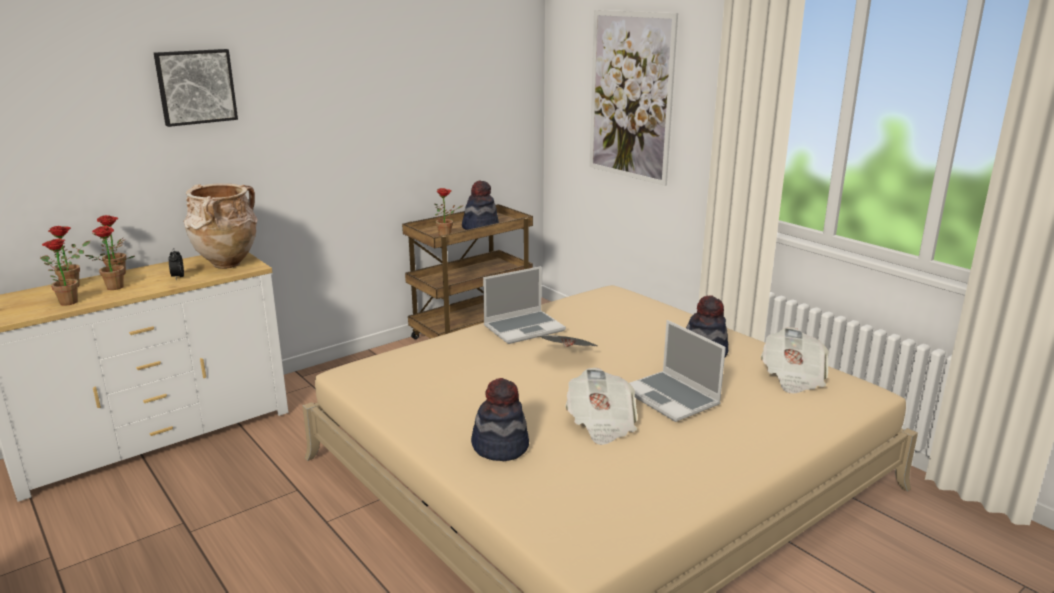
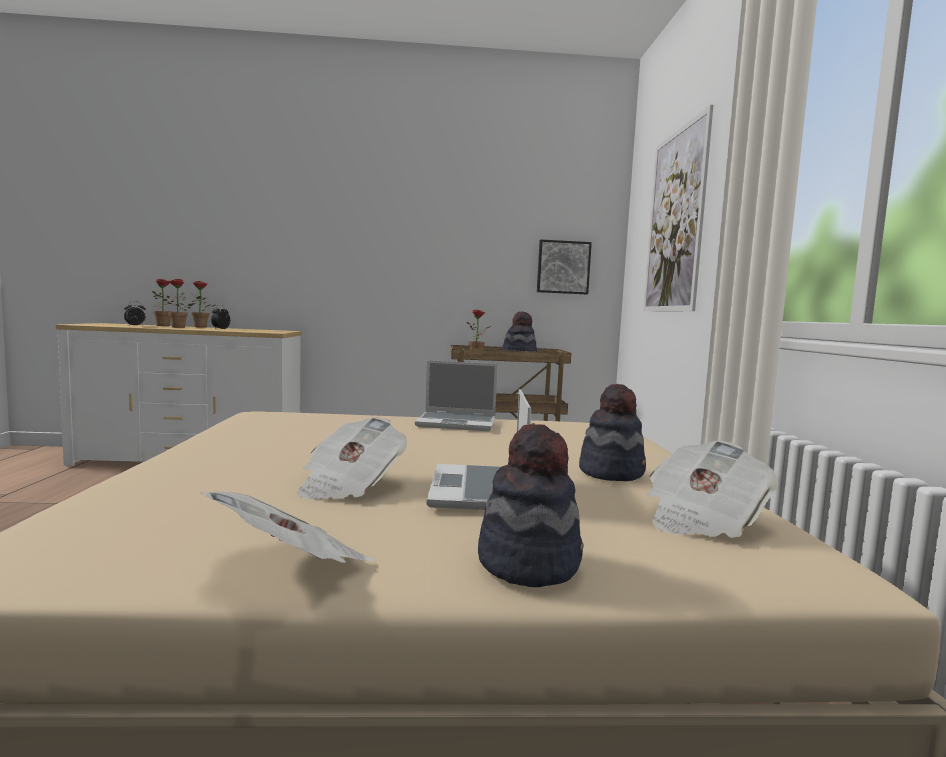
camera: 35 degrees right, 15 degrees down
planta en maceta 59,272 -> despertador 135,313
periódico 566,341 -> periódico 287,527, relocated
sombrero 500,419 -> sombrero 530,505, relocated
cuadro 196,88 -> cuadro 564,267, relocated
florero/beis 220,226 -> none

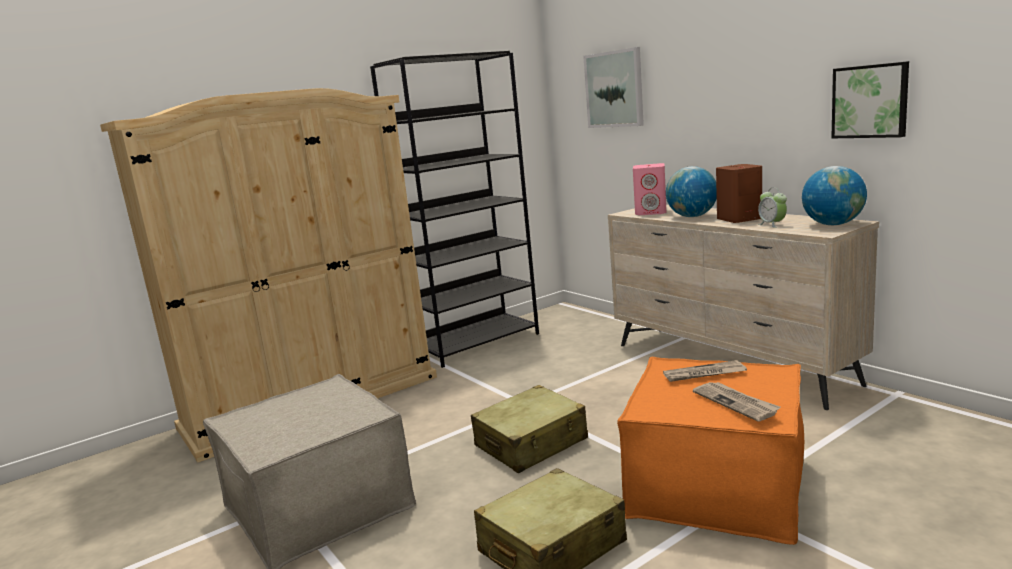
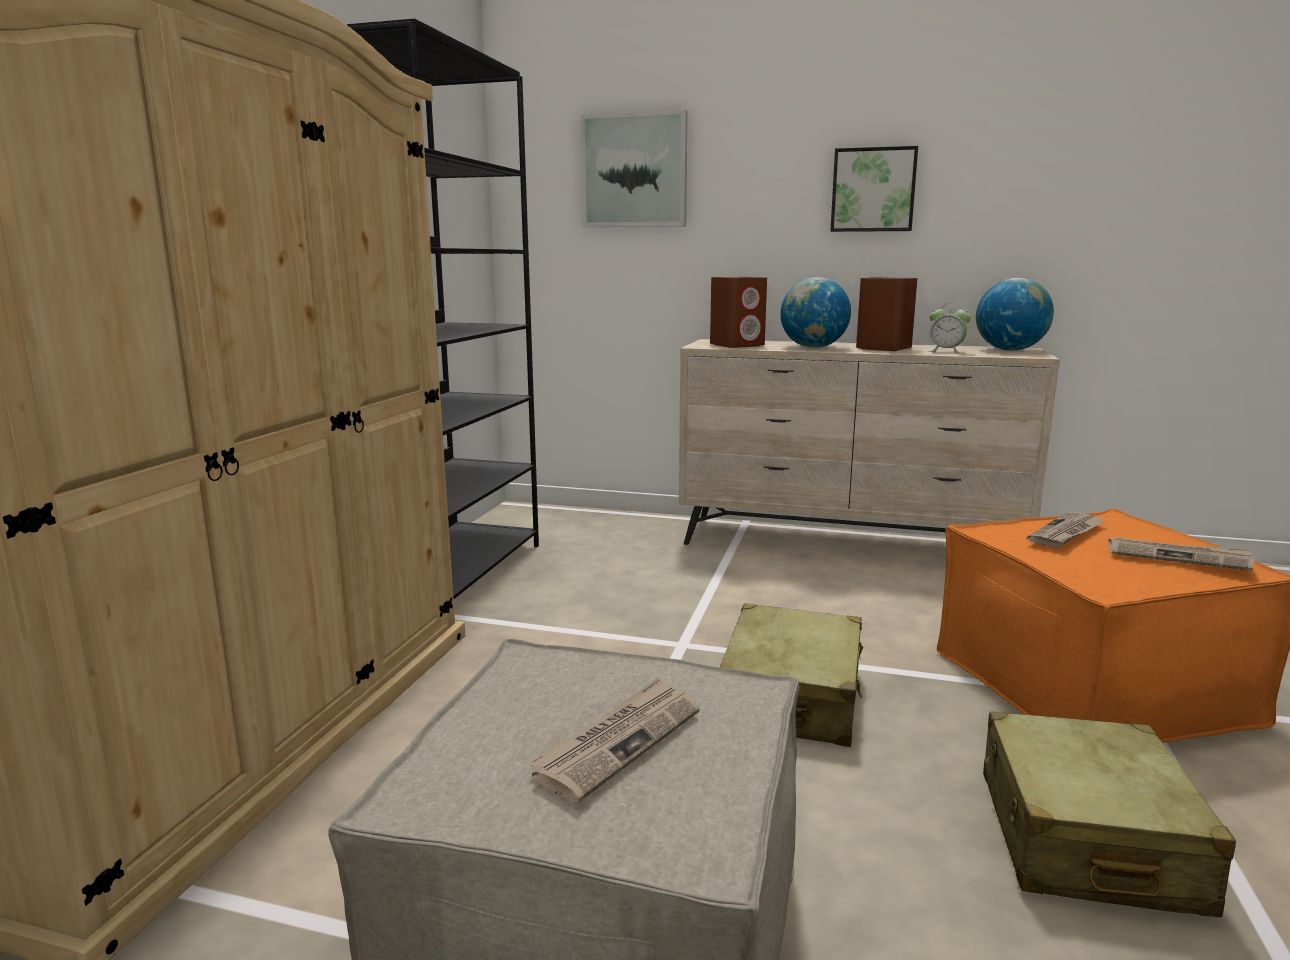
camera: 40 degrees left, 0 degrees up
none -> periódico 614,740
altavoz/rosa 649,189 -> altavoz/marrón 738,312
cuadro 870,99 -> cuadro 874,189, relocated

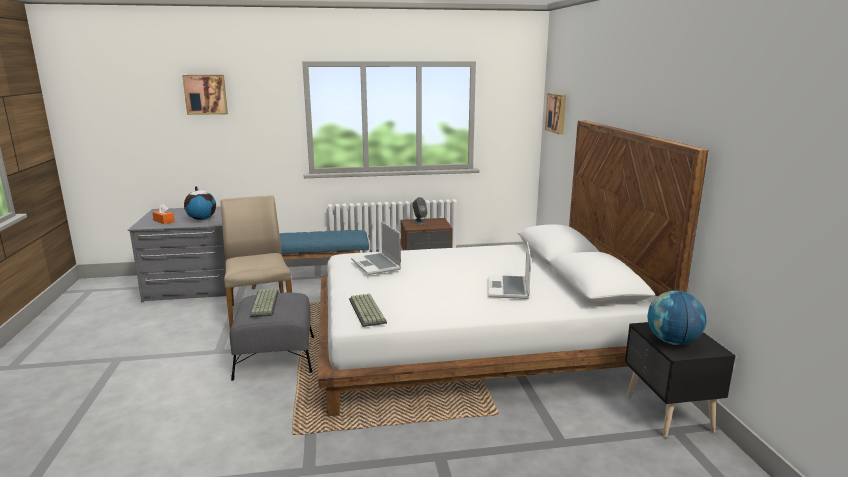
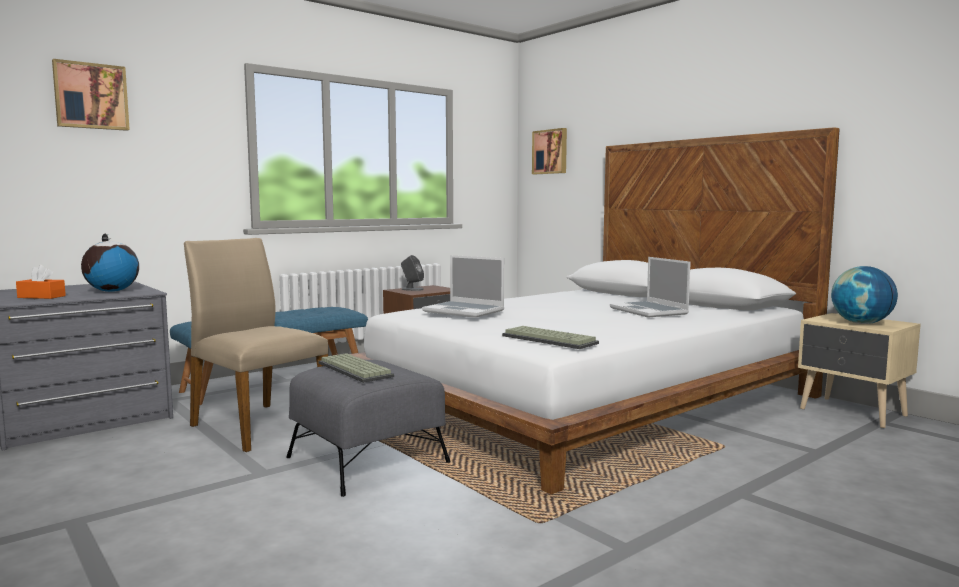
camera: 30 degrees left, 10 degrees down
mesita de noche/negro 680,380 -> mesita de noche/beis 859,370

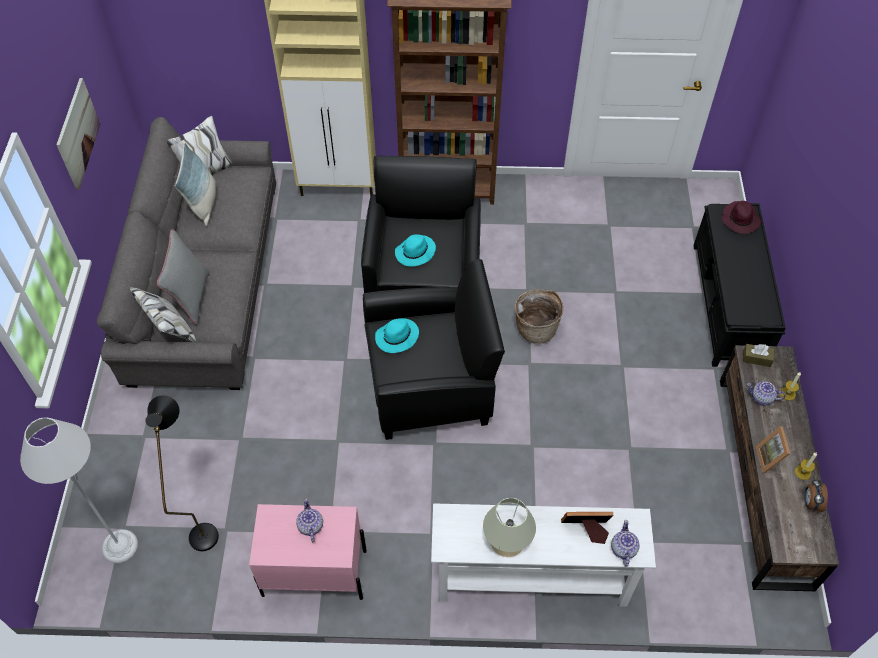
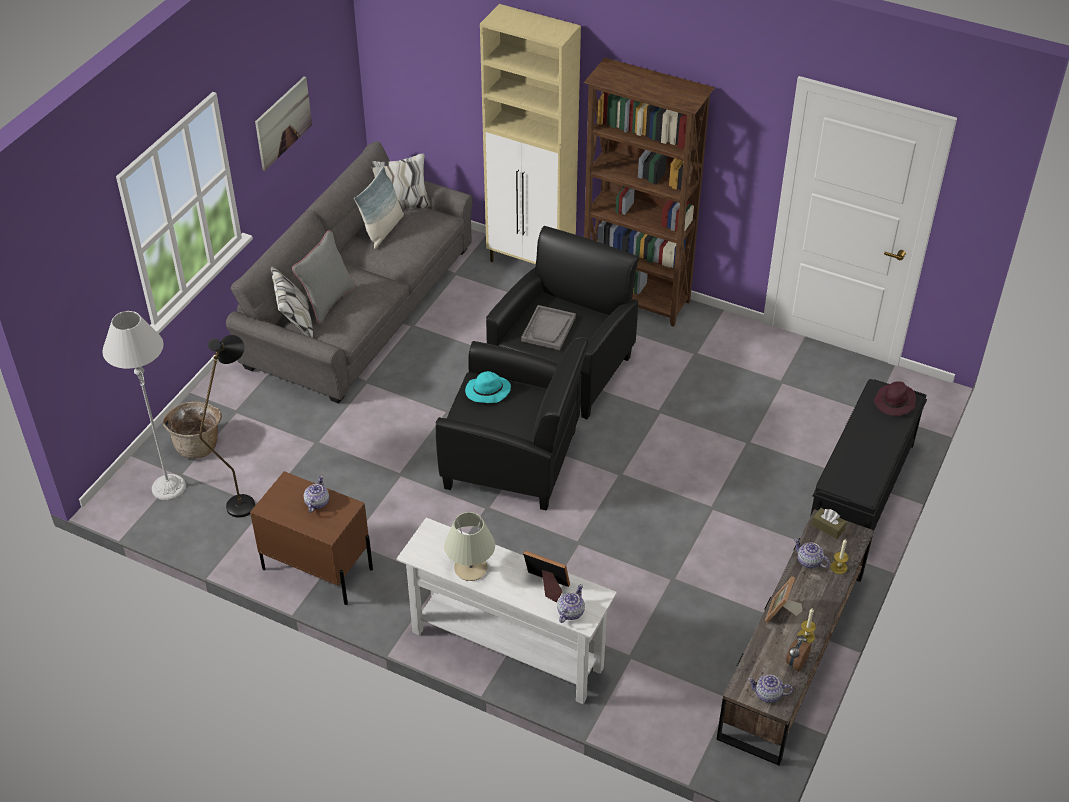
camera: 25 degrees right, 10 degrees down
cesta 539,316 -> cesta 192,430, relocated
mesita de noche/rosa 308,552 -> mesita de noche/marrón 311,538
sombrero/turquesa 415,250 -> bandeja/gris 548,327
none -> tetera 770,688

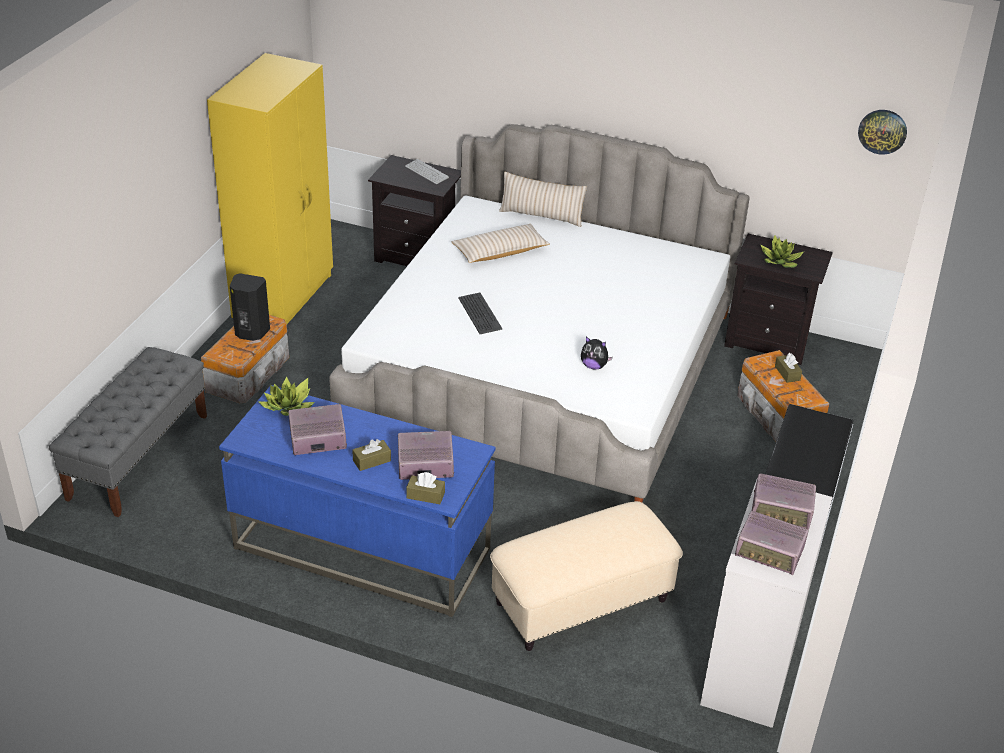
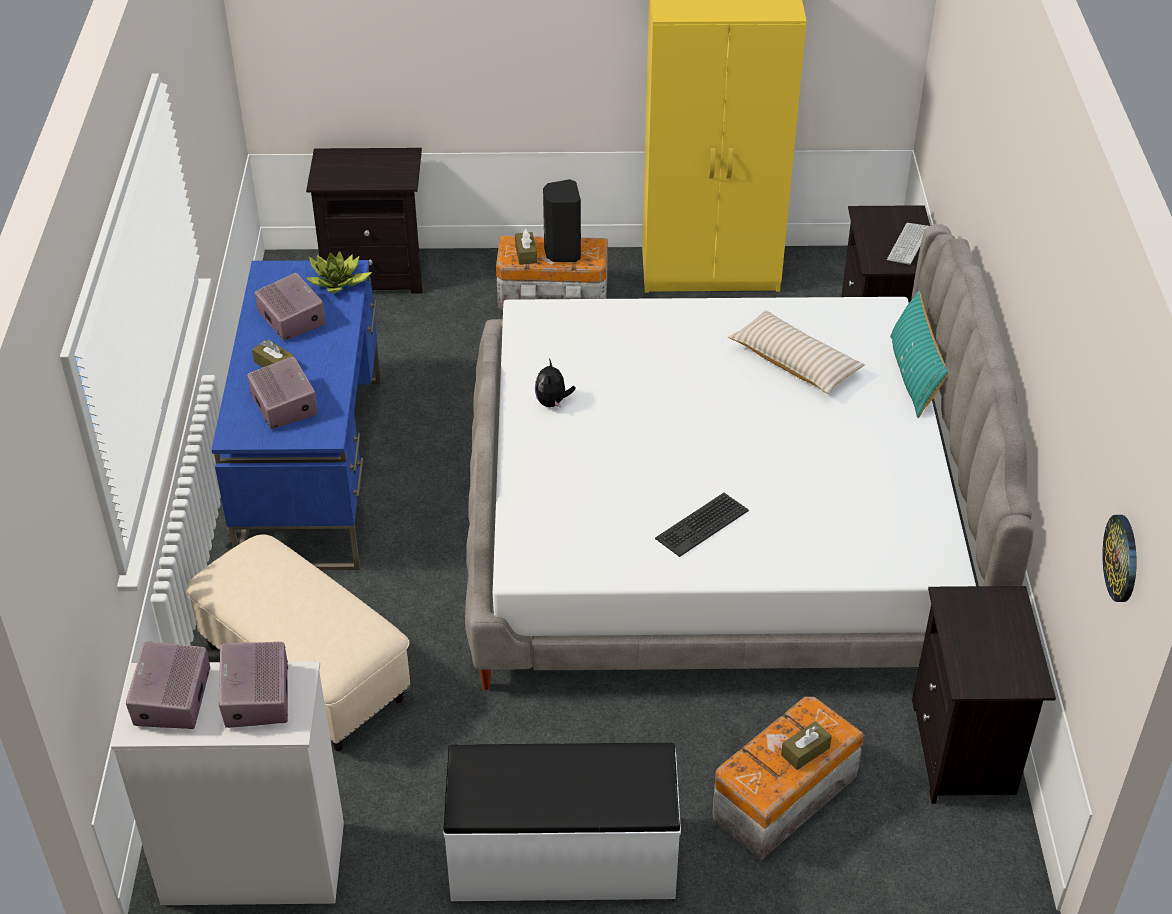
camera: 70 degrees right, 5 degrees up
banco/gris 128,432 -> mesita de noche/negro 364,221
caja de pañuelos/marrón 425,488 -> caja de pañuelos/marrón 526,247, relocated
peluche 597,353 -> peluche 555,383, relocated
teclado 480,313 -> teclado 702,525, relocated
cojín/beis 543,199 -> cojín/turquesa 919,354
planta en maceta 782,251 -> none

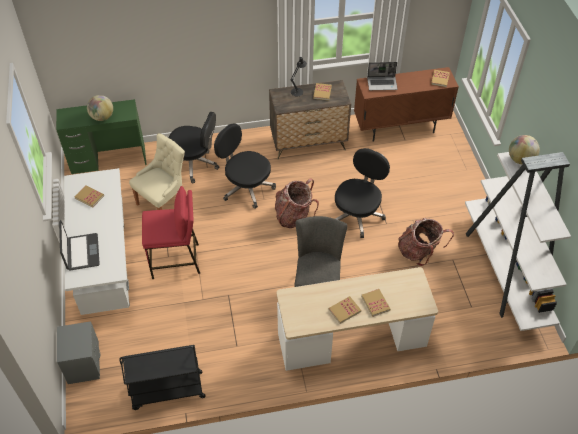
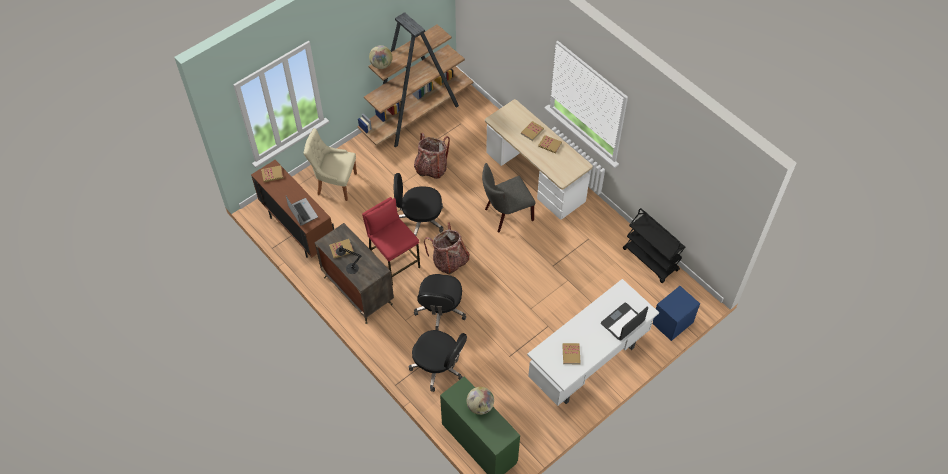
camera: 120 degrees left, 5 degrees up
silla/beis 157,171 -> silla/beis 330,164, relocated
estantería/blanco 518,241 -> estantería/marrón 415,79
taburete/rojo 171,232 -> taburete/rojo 391,241, relocated
silla de oficina/negro 194,147 -> silla de oficina/negro 438,361, 135 degrees clockwise
mesita de noche/gris 78,352 -> mesita de noche/azul 676,313

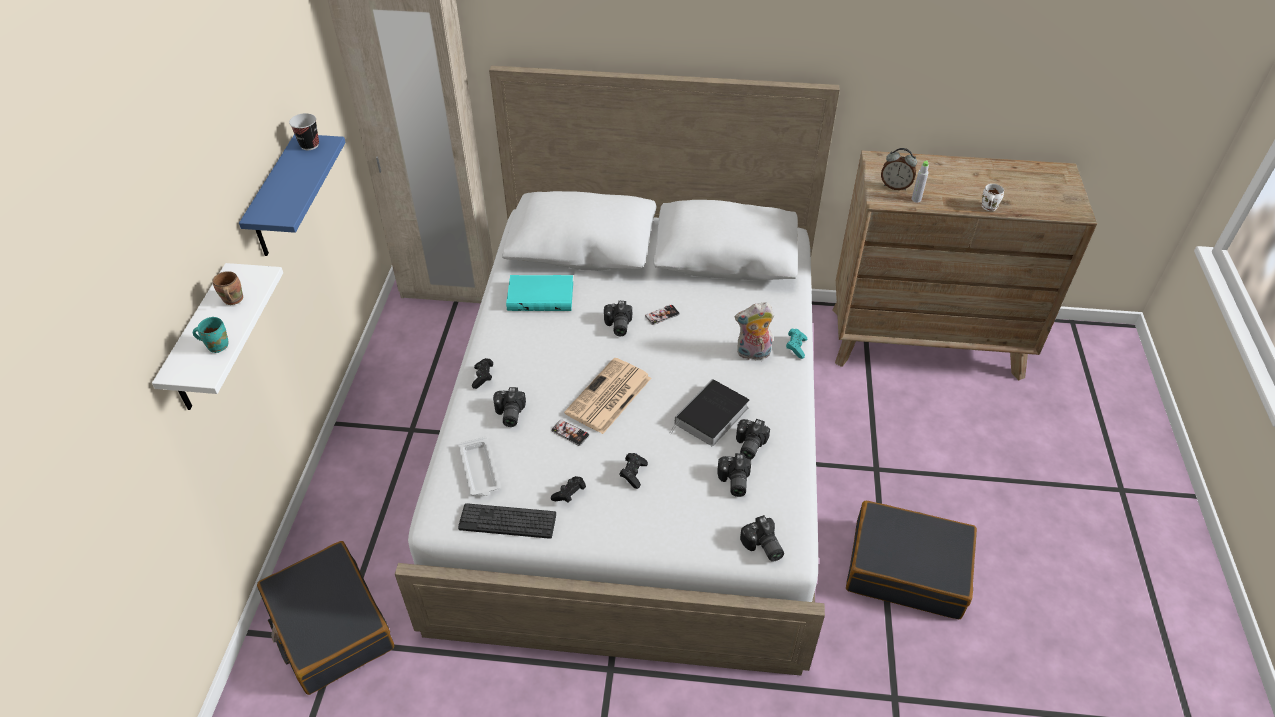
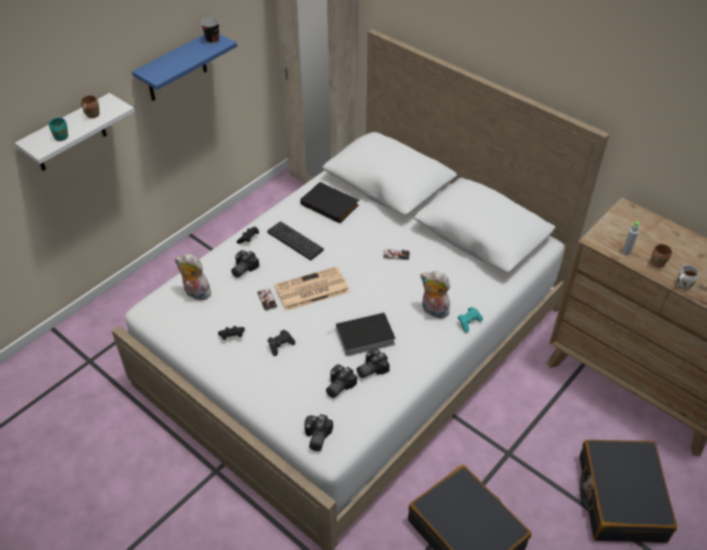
camera: 35 degrees right, 0 degrees up
bandeja/blanco 479,466 -> peluche 193,277
teclado 507,521 -> teclado 295,240, relocated
libro/turquesa 539,293 -> libro/negro 329,202
maleta/negro 325,618 -> maleta/negro 628,491, relocated
none -> taza grande/marrón 661,255
cámara 618,318 -> none
despertador 899,169 -> none

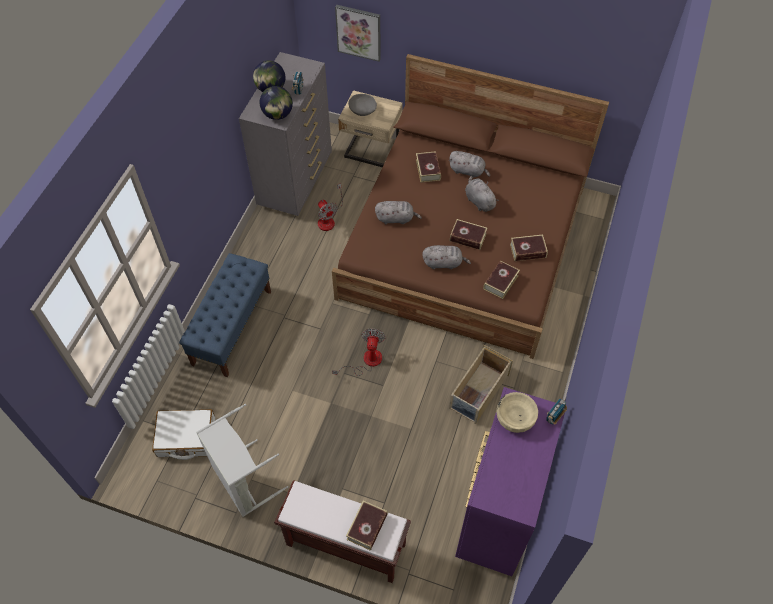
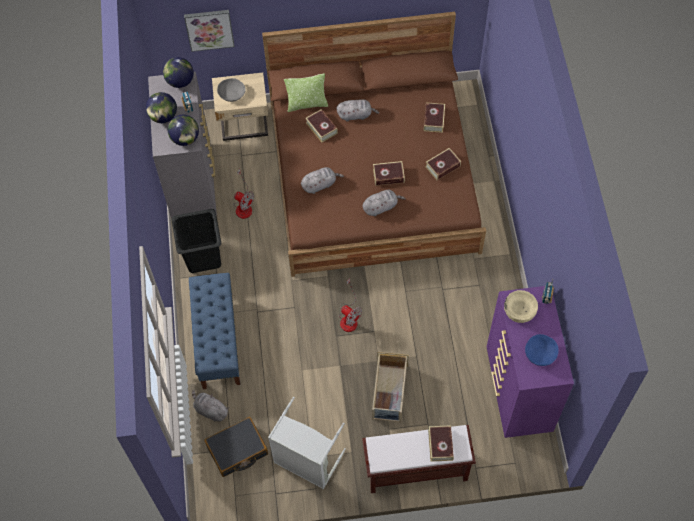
camera: 25 degrees left, 5 degrees up
none -> globo terráqueo 178,72
none -> cesto de la ropa/negro 196,241
peluche/gris 482,194 -> peluche/gris 210,406, relocated
maleta/blanco 183,434 -> maleta/negro 236,447
none -> cojín 306,92
ventilador 359,352 -> ventilador 350,305, 150 degrees clockwise
caja de almacenaje/beis 481,384 -> caja de almacenaje/beis 390,387, relocated
libro 501,279 -> libro 434,117, relocated
none -> cuenco/azul 542,350

